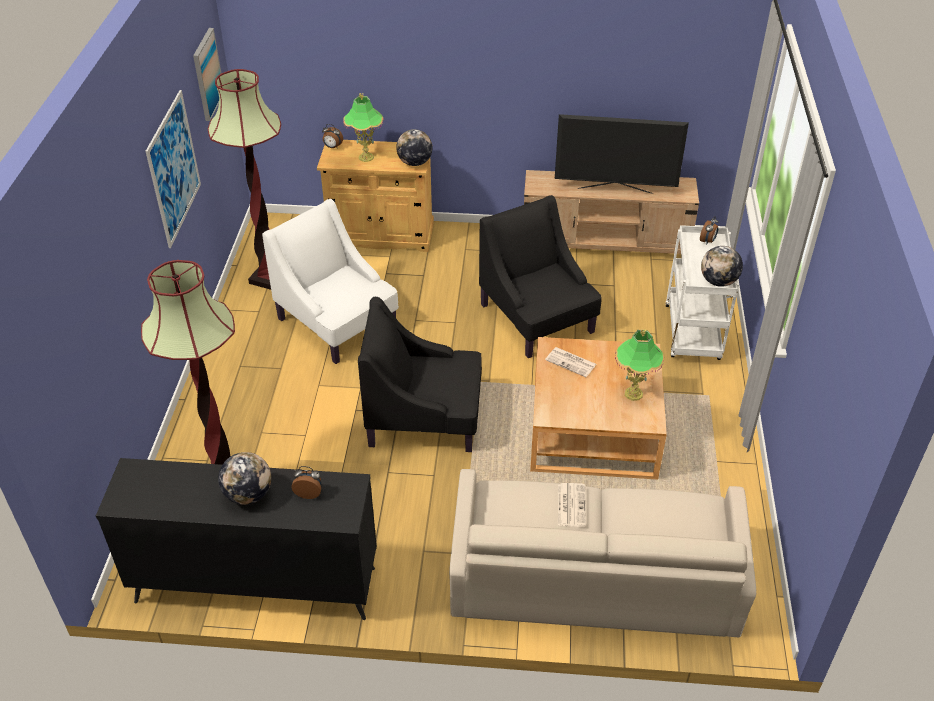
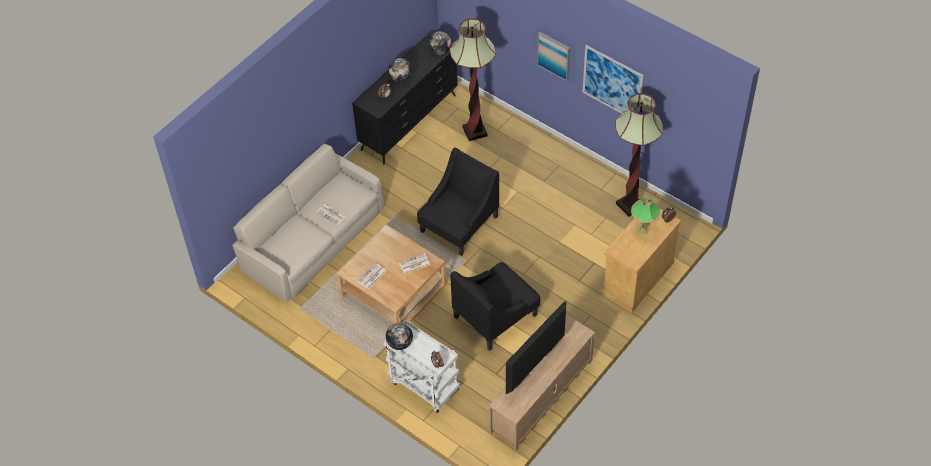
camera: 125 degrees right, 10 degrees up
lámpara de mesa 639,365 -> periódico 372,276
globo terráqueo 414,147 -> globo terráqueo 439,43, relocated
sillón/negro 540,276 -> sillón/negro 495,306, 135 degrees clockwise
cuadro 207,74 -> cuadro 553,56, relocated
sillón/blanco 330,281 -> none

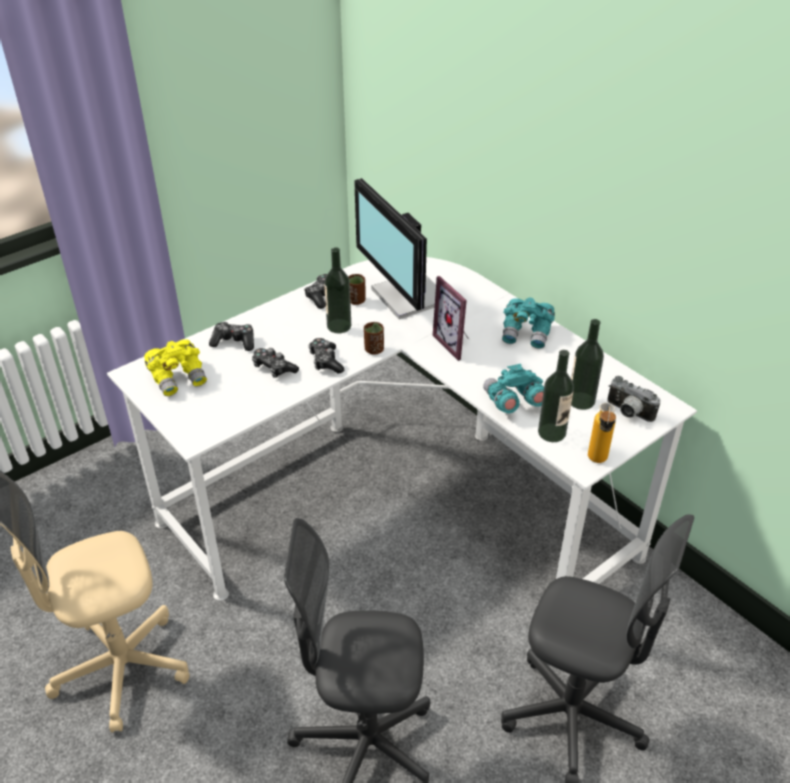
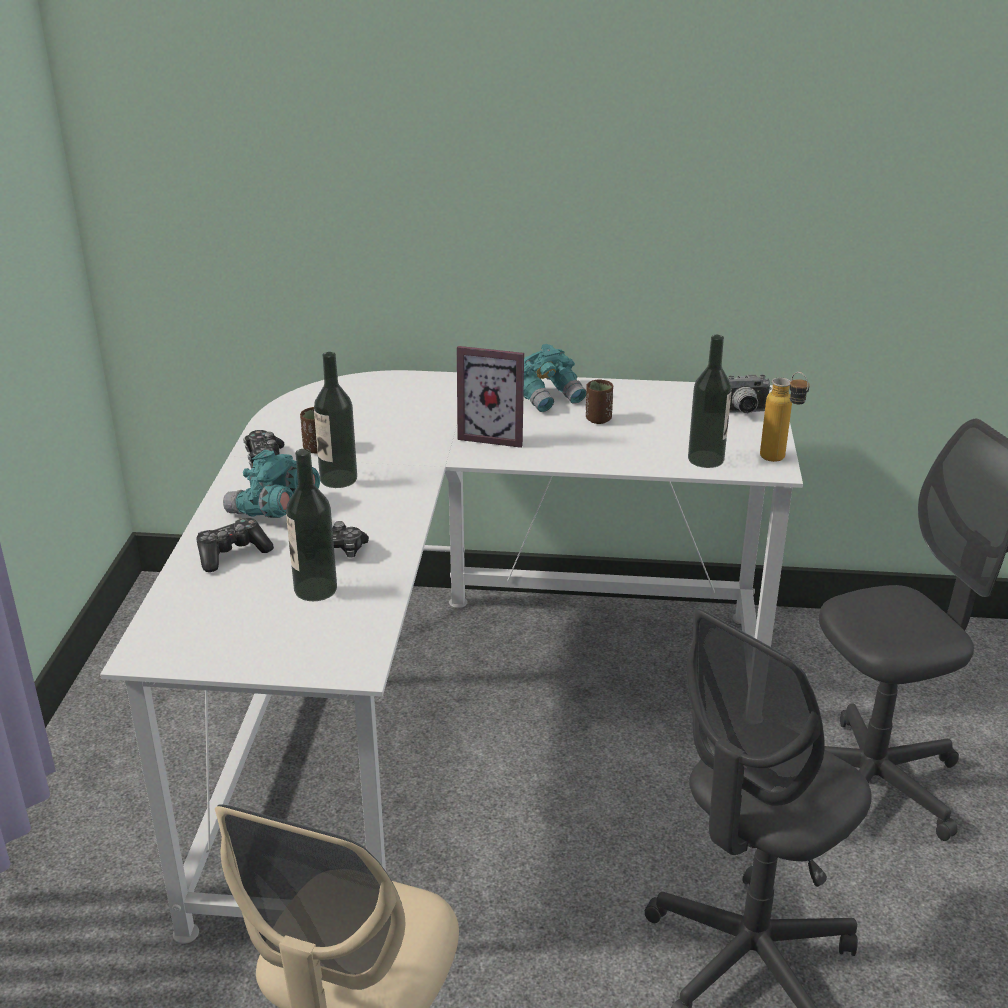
camera: 45 degrees left, 10 degrees down
prismáticos/turquesa 513,388 -> prismáticos/turquesa 271,484, relocated
botella 587,364 -> botella 311,525, relocated
taza/marrón 374,338 -> taza/marrón 599,402, relocated
prismáticos/amarillo 175,367 -> none
mando de consola 326,356 -> none
monitor 395,248 -> none

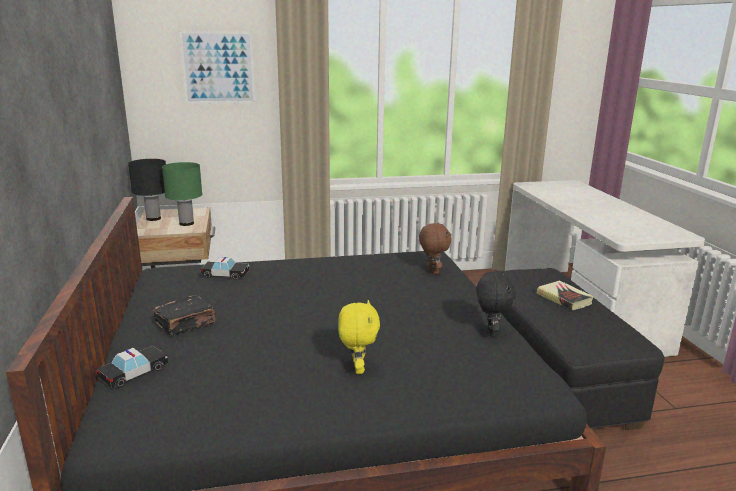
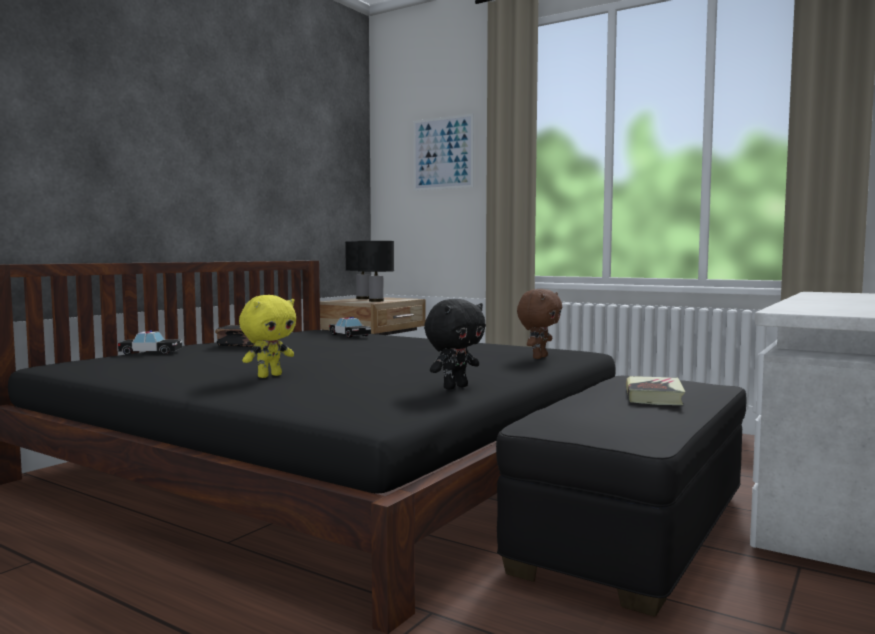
camera: 45 degrees right, 15 degrees down
lámpara de mesa/verde 182,194 -> lámpara de mesa/negro 376,271

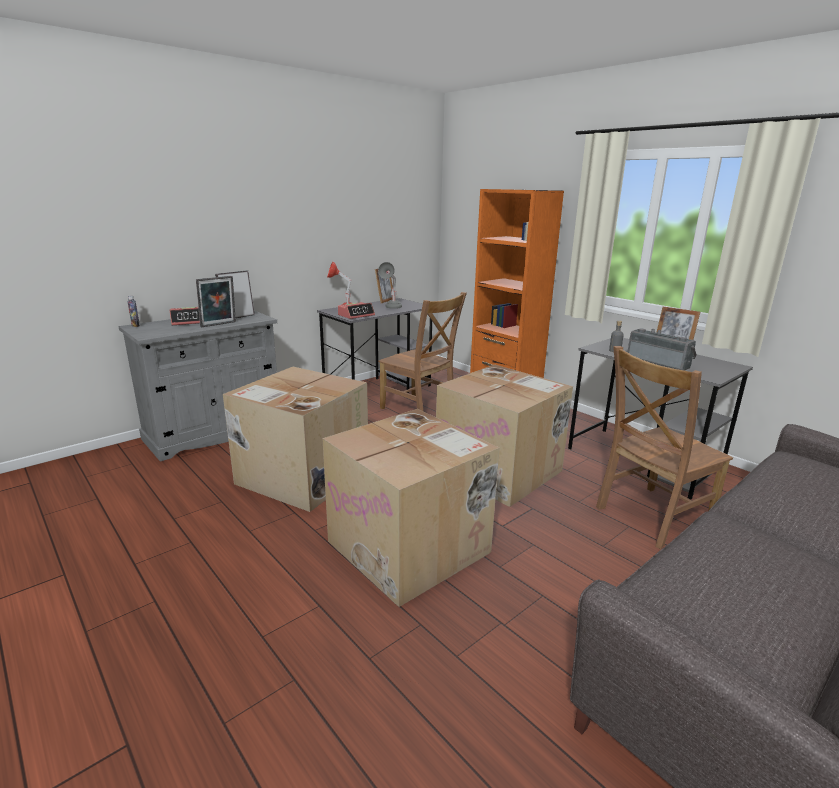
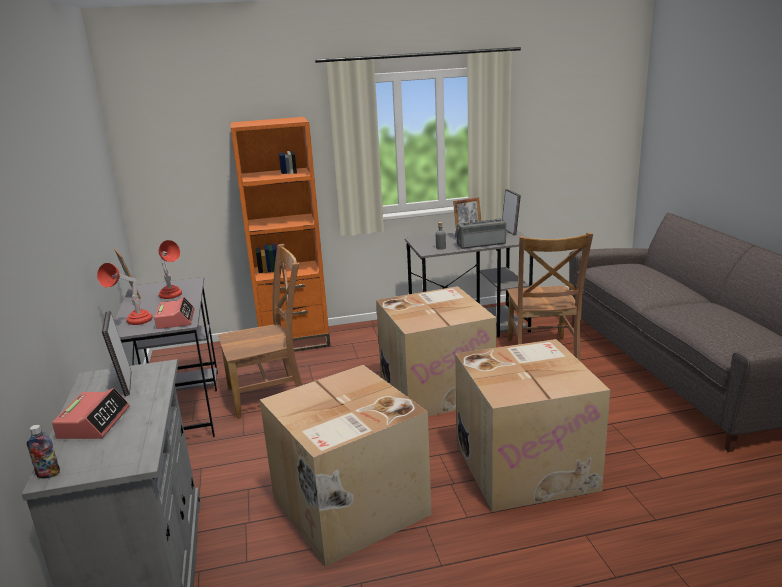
camera: 60 degrees left, 0 degrees up
lámpara de mesa/gris 390,285 -> lámpara de mesa/rojo 170,269
portarretratos 216,301 -> portarretratos 511,212, relocated

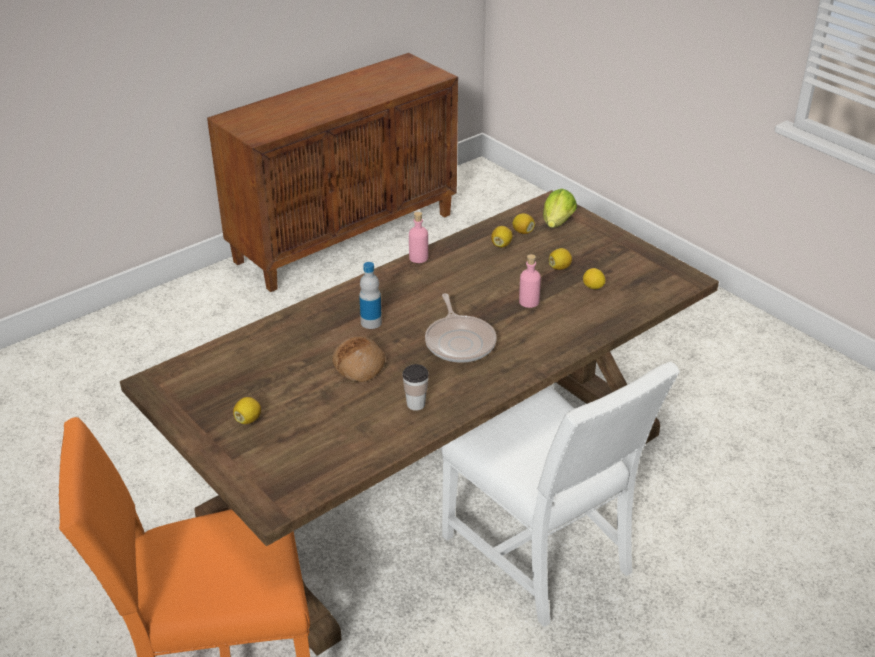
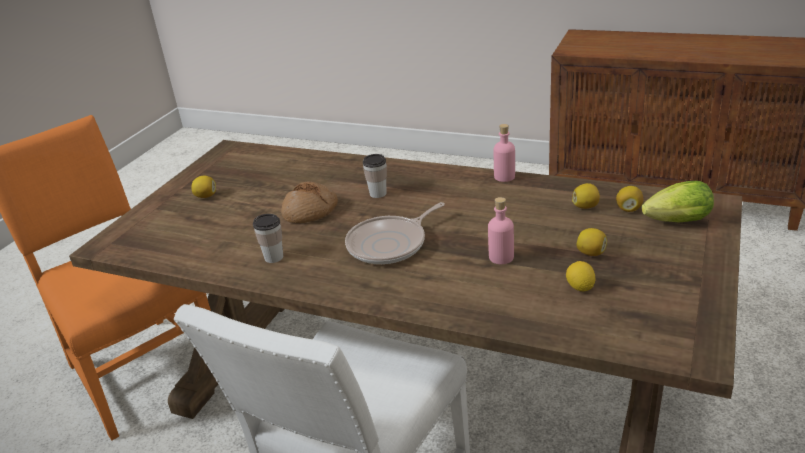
camera: 65 degrees right, 5 degrees down
botella 370,295 -> taza 375,176

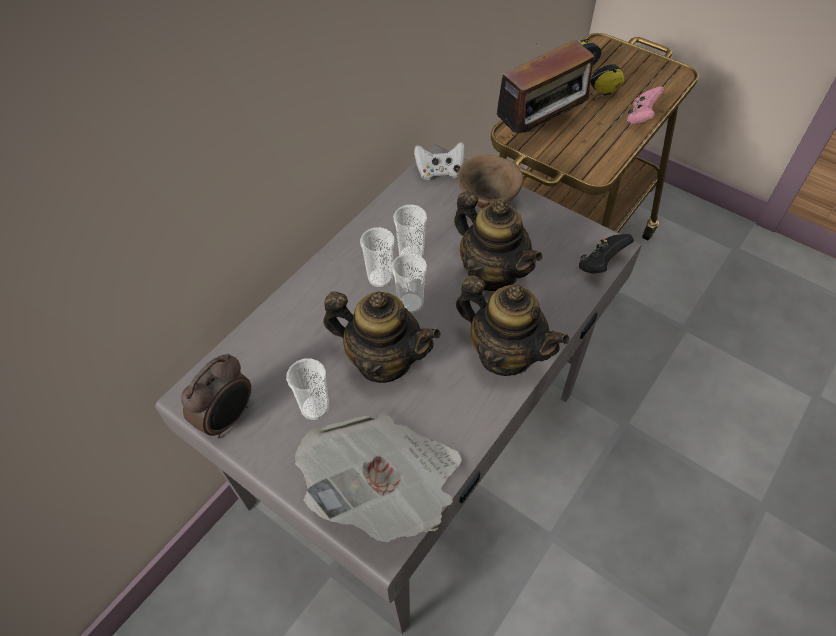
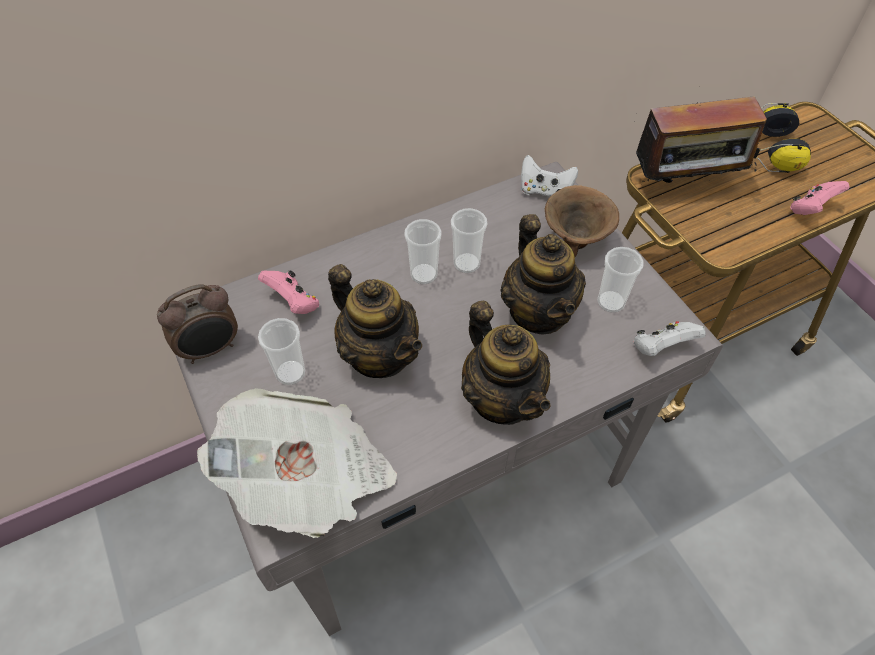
camera: 25 degrees right, 0 degrees up
none -> mando de consola/rosa 288,292
taza 409,283 -> taza 620,280, relocated
mando de consola/negro 606,254 -> mando de consola/blanco 669,338

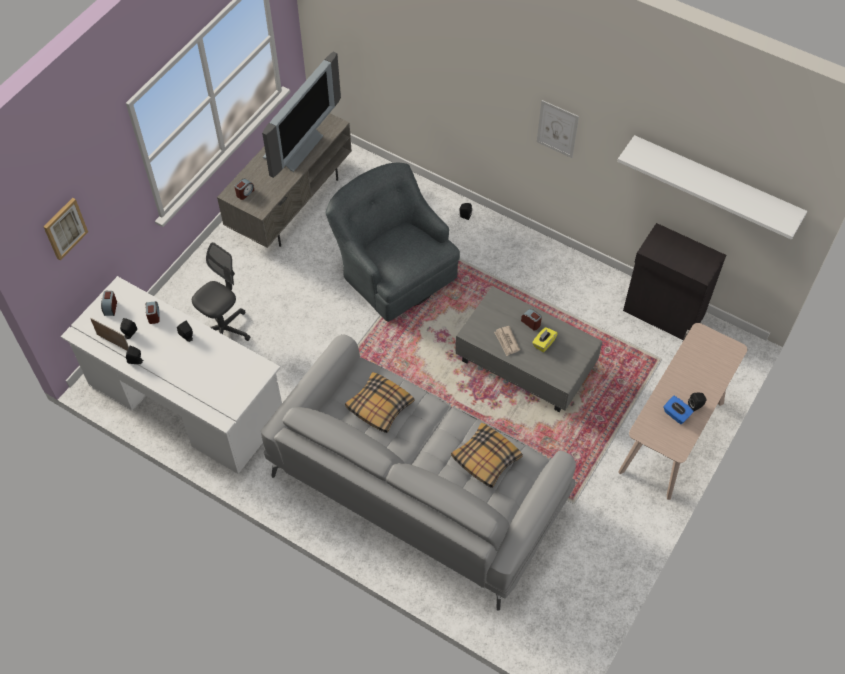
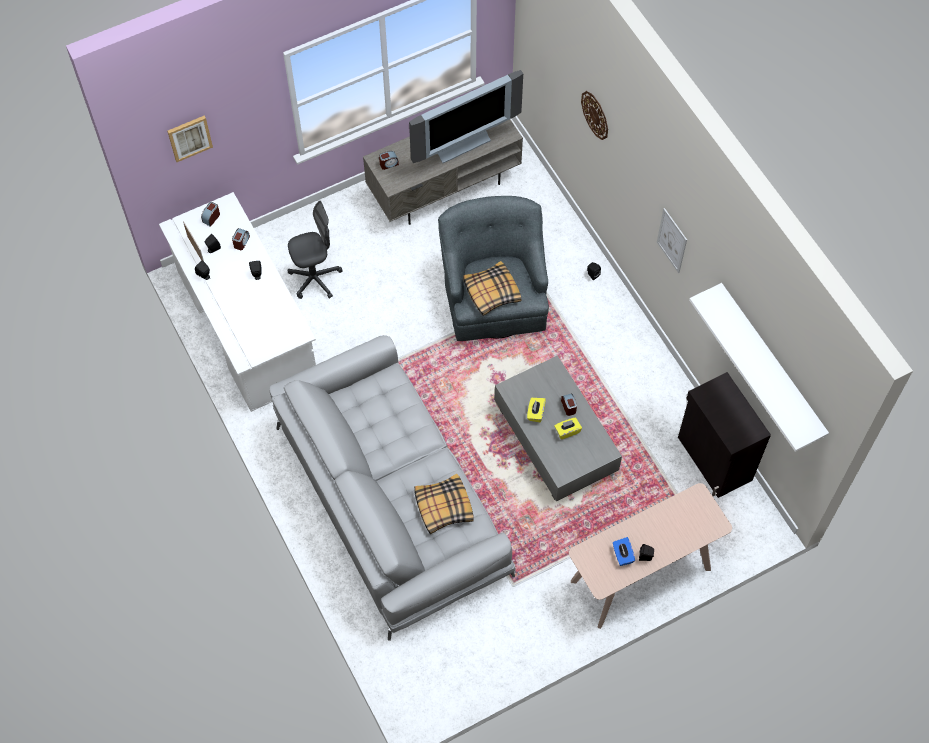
camera: 30 degrees right, 5 degrees up
cojín 379,402 -> cojín 492,288, relocated
periódico 507,341 -> caja de pañuelos/amarillo 536,410
none -> reloj de pared 594,115

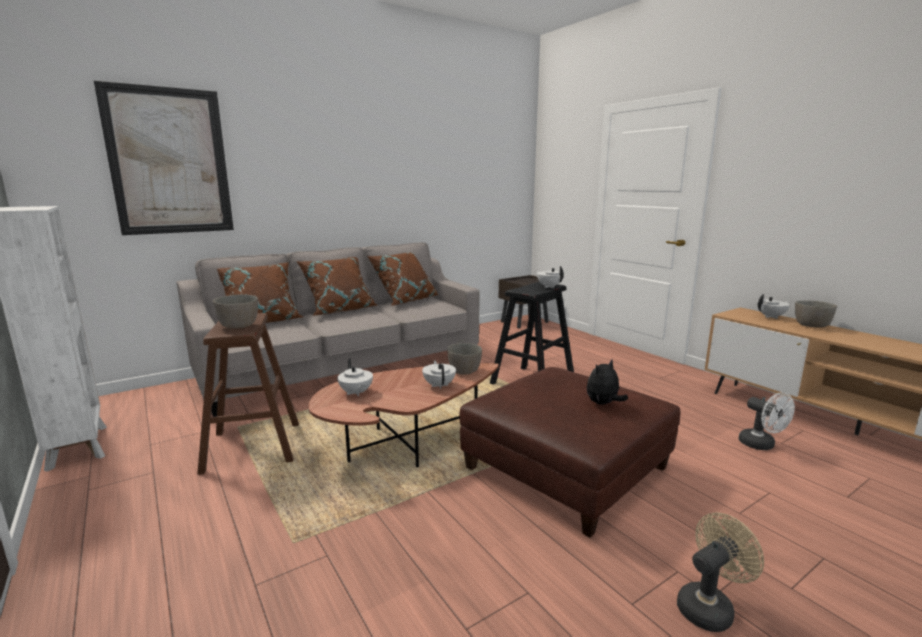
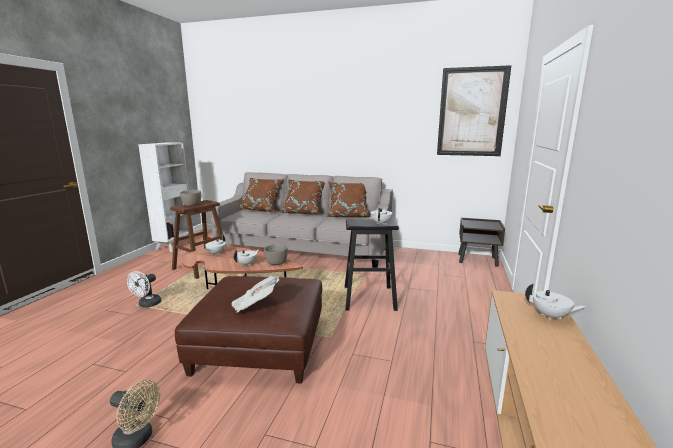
camera: 50 degrees right, 0 degrees up
ventilador/blanco 766,421 -> ventilador/blanco 144,289, relocated
peluche 607,382 -> periódico 255,294
cuadro 164,158 -> cuadro 474,110, relocated
cuenco/gris 816,314 -> none

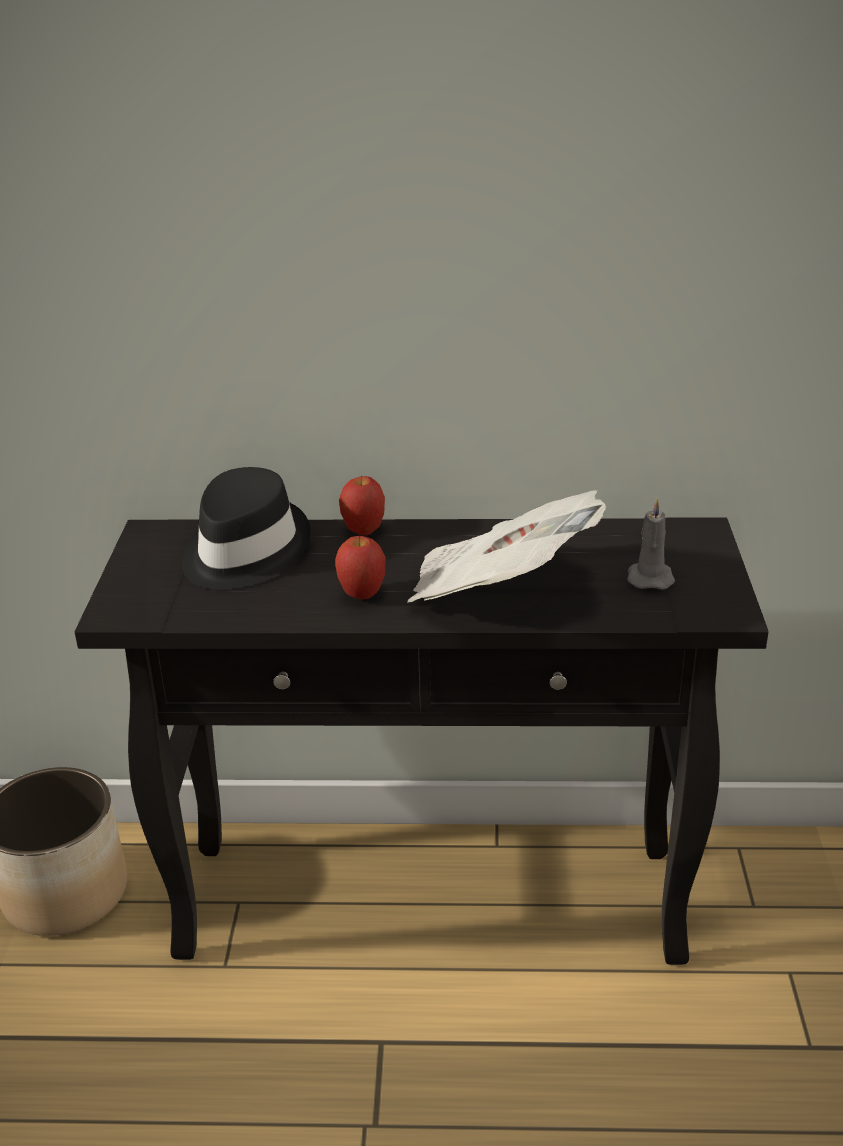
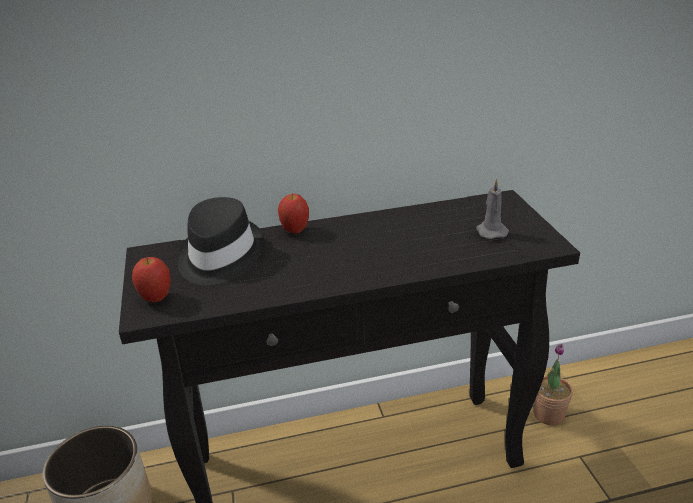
camera: 15 degrees left, 0 degrees up
manzana 360,567 -> manzana 151,279, relocated
none -> planta en maceta 553,384
periódico 506,546 -> none

